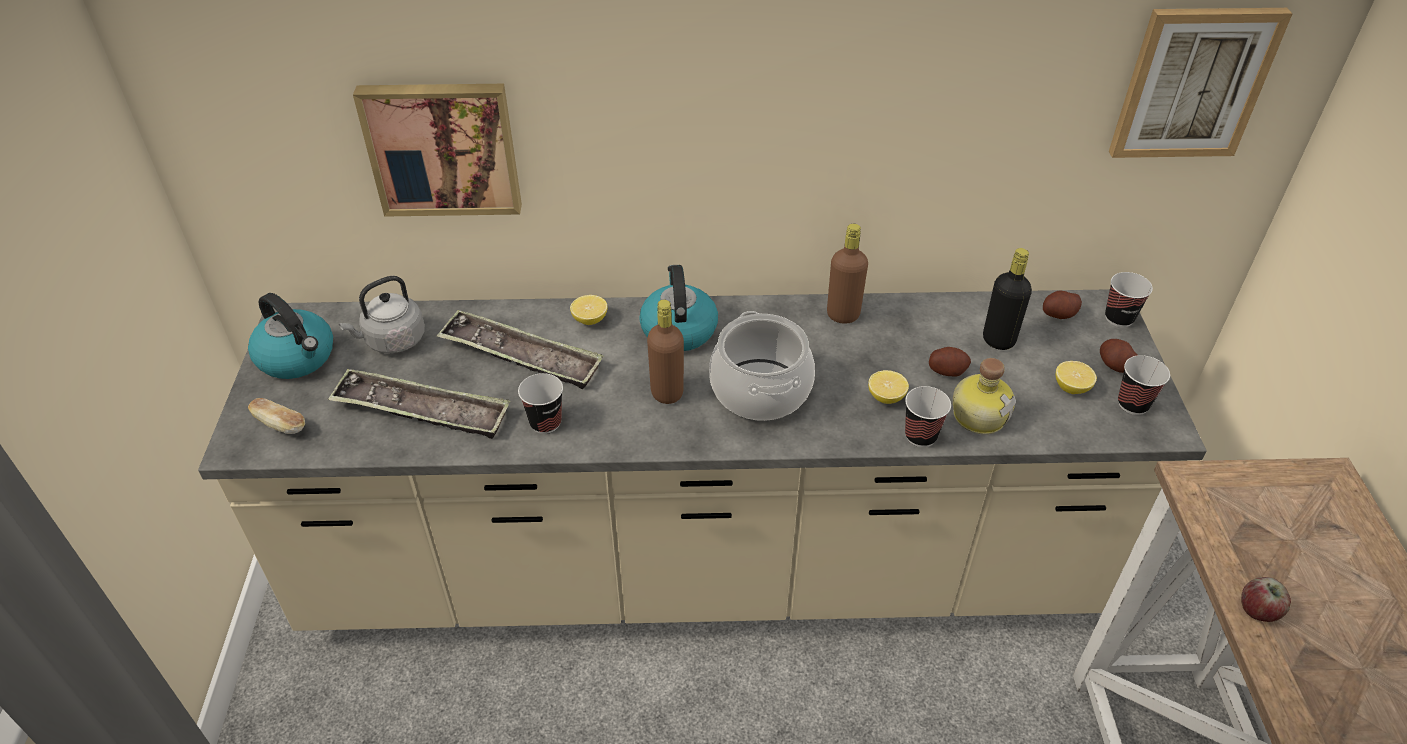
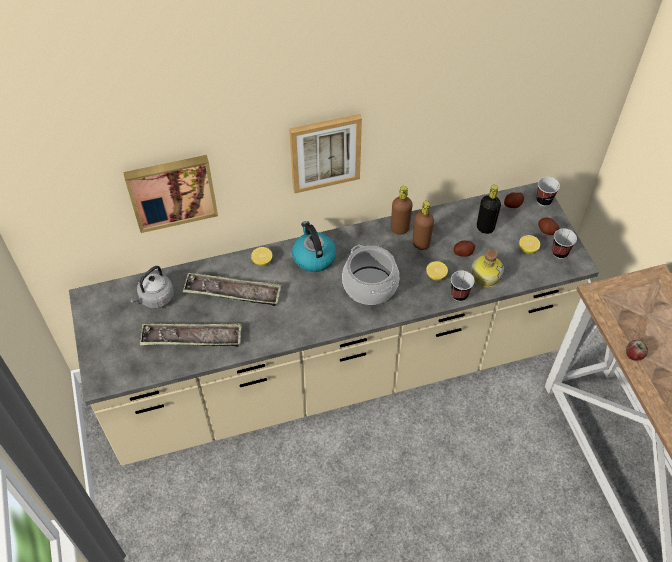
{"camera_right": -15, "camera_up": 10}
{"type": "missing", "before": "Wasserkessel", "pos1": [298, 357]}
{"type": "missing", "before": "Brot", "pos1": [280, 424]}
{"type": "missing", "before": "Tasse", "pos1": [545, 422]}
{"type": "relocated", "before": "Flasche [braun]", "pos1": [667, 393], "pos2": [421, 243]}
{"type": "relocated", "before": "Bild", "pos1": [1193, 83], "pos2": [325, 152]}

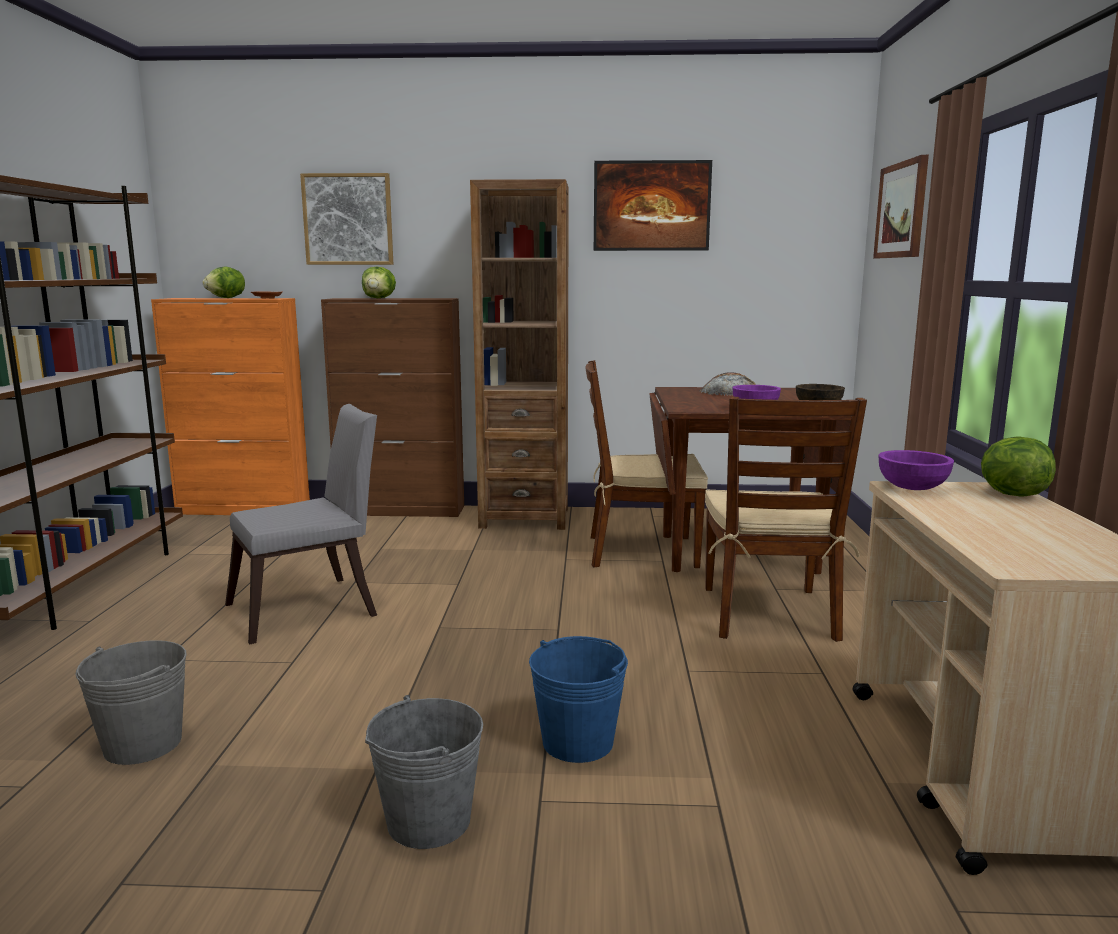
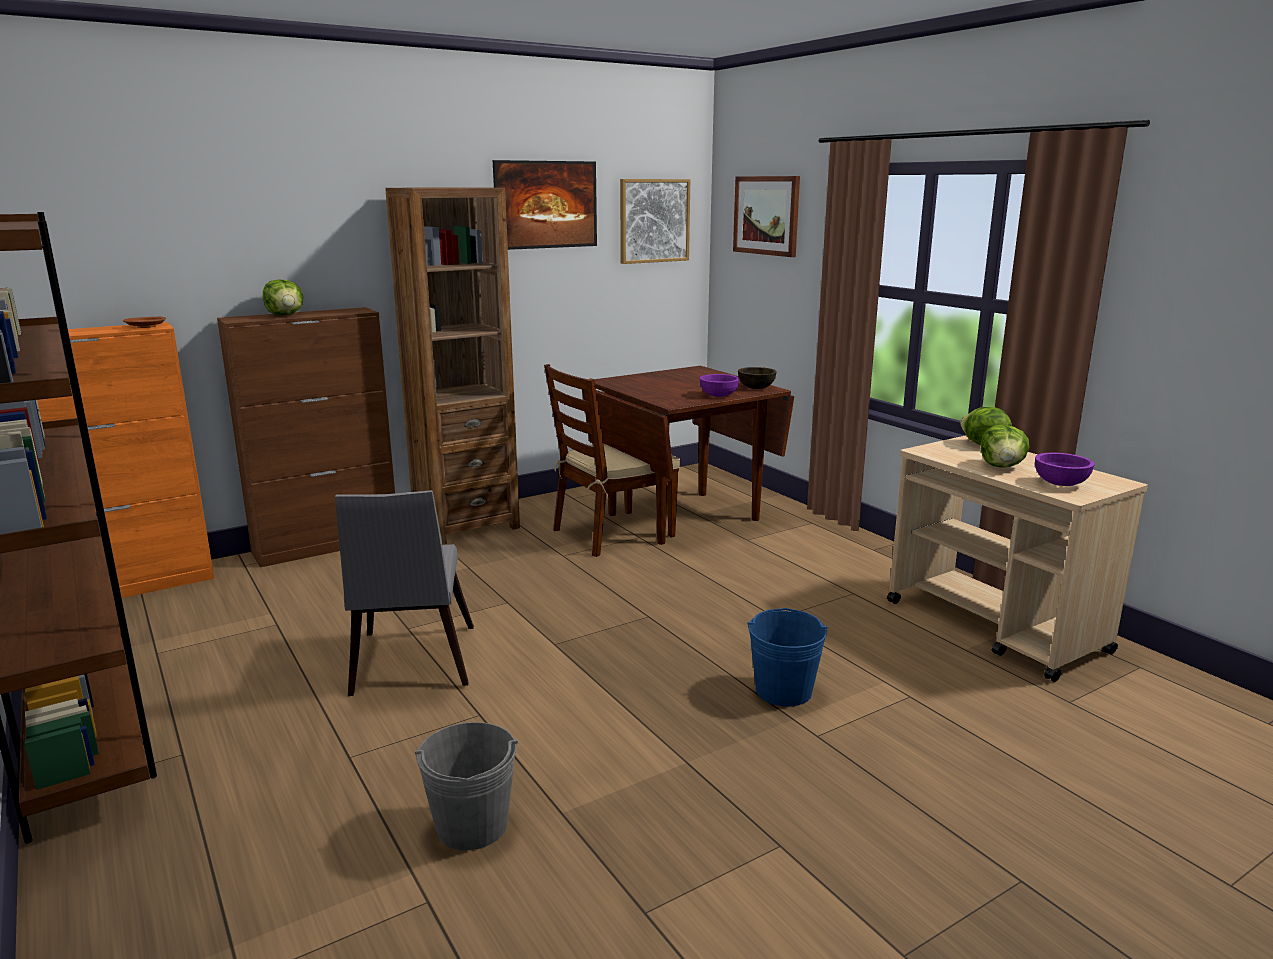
{"camera_right": -35, "camera_up": 5}
{"type": "missing", "before": "Eimer [grau]", "pos1": [428, 821]}
{"type": "missing", "before": "Brot", "pos1": [729, 391]}
{"type": "missing", "before": "Stuhl [braun]", "pos1": [768, 613]}
{"type": "relocated", "before": "Salatkopf", "pos1": [227, 298], "pos2": [1002, 466]}
{"type": "relocated", "before": "Bild", "pos1": [348, 219], "pos2": [654, 221]}
{"type": "relocated", "before": "Schüssel [lila]", "pos1": [912, 488], "pos2": [1060, 483]}
{"type": "spun", "before": "Stuhl [grau]", "pos1": [311, 608], "pos2": [411, 665], "turn": 150}

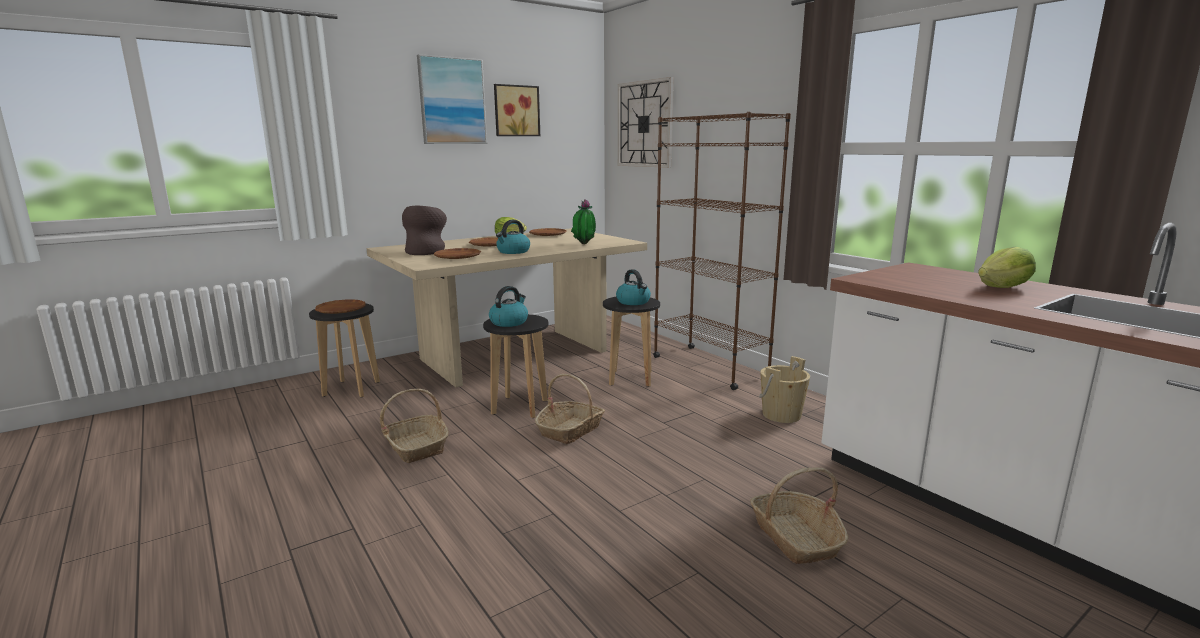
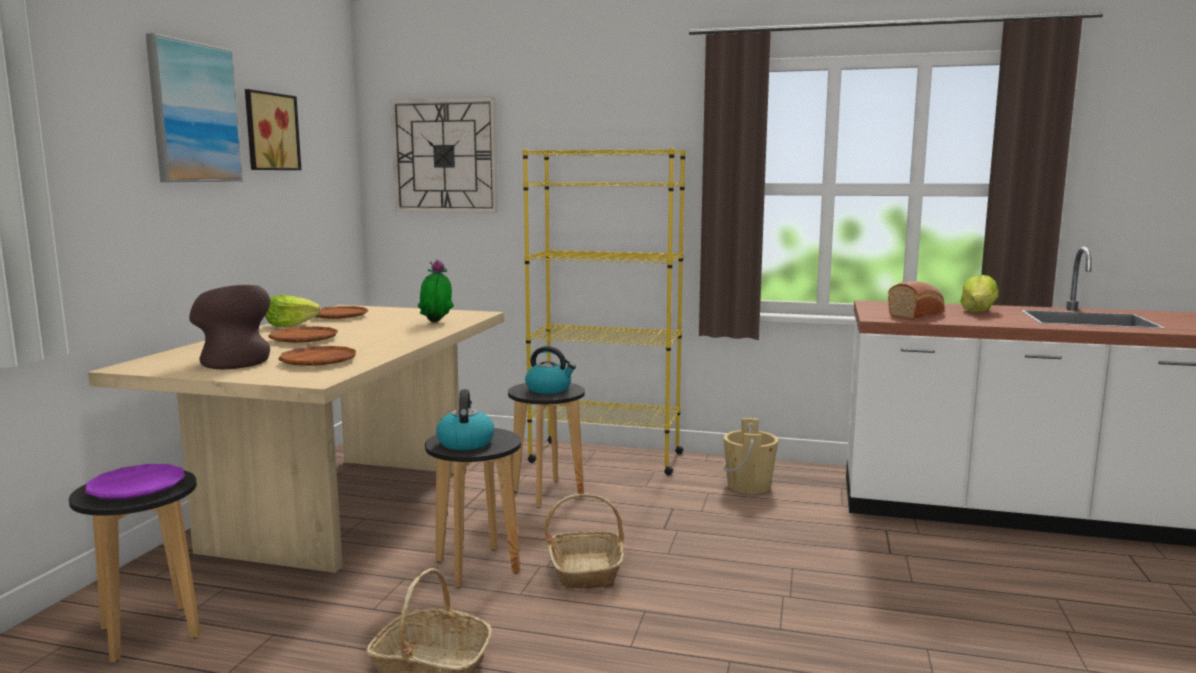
{"camera_right": -40, "camera_up": -5}
{"type": "missing", "before": "Wasserkessel", "pos1": [513, 252]}
{"type": "missing", "before": "Korb", "pos1": [796, 538]}
{"type": "appeared", "after": "Brot", "pos2": [917, 314]}
{"type": "colour", "before": "Teller [braun]", "after": "Teller [lila]", "pos1": [341, 310], "pos2": [136, 488]}
{"type": "colour", "before": "Bücherregal [braun]", "after": "Bücherregal [gelb]", "pos1": [709, 366], "pos2": [605, 457]}

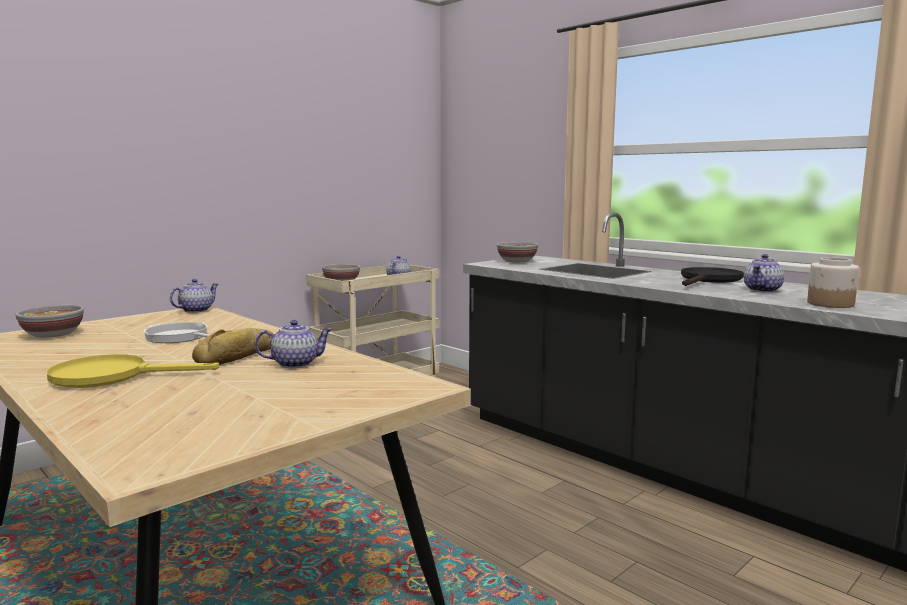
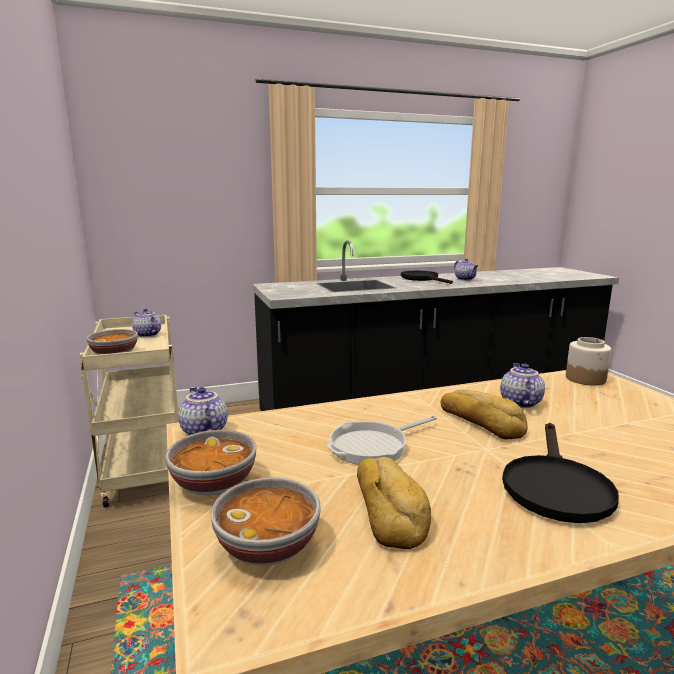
{"camera_right": -65, "camera_up": 5}
{"type": "appeared", "after": "Brot", "pos2": [390, 508]}
{"type": "relocated", "before": "Schüssel", "pos1": [516, 261], "pos2": [213, 483]}
{"type": "relocated", "before": "Vorratsglas", "pos1": [831, 304], "pos2": [585, 379]}
{"type": "colour", "before": "Pfanne [gelb]", "after": "Pfanne [schwarz]", "pos1": [113, 376], "pos2": [554, 485]}

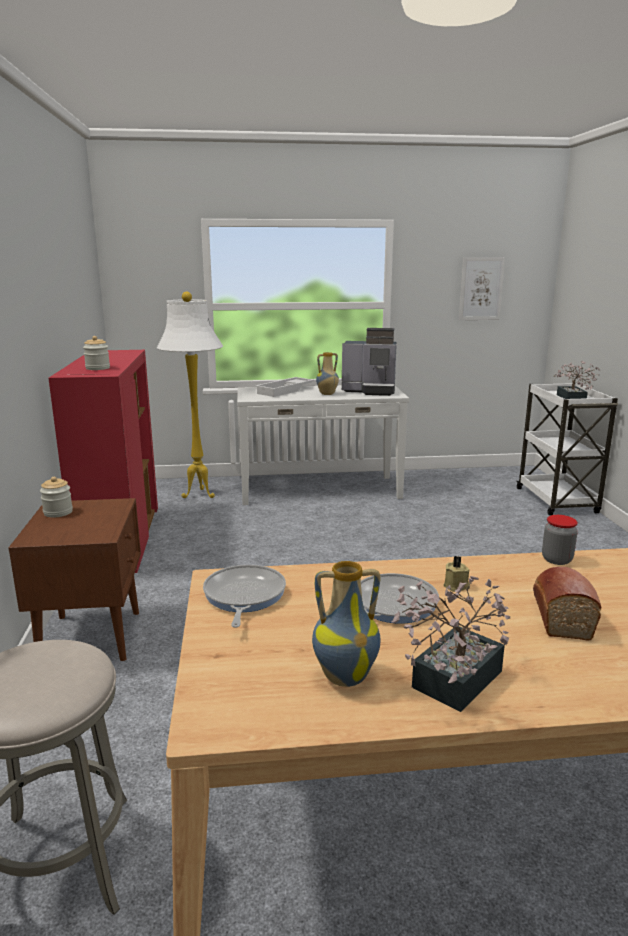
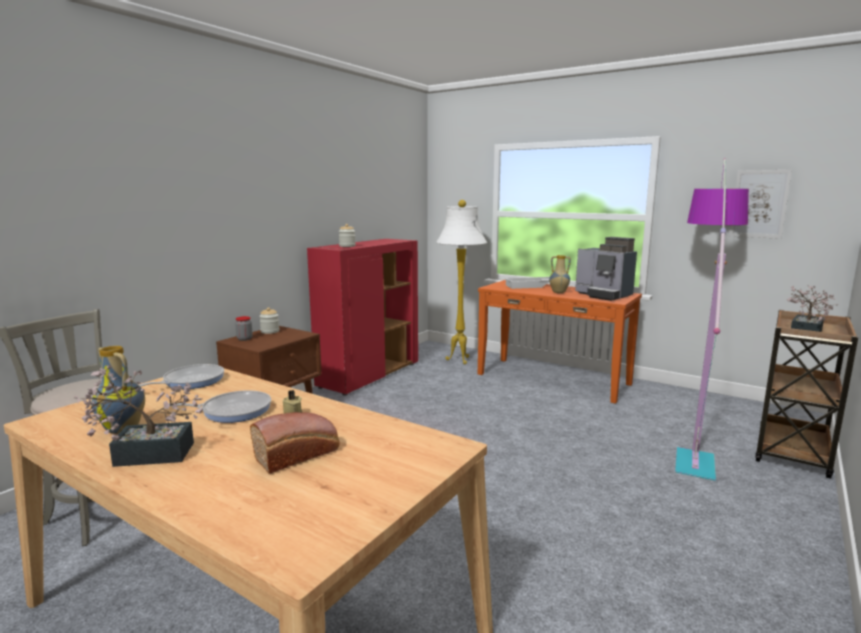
{"camera_right": 40, "camera_up": -5}
{"type": "appeared", "after": "Stehlampe", "pos2": [695, 424]}
{"type": "relocated", "before": "Vorratsglas", "pos1": [556, 559], "pos2": [244, 339]}
{"type": "colour", "before": "Konsolentisch [weiß]", "after": "Konsolentisch [orange]", "pos1": [319, 490], "pos2": [553, 379]}
{"type": "colour", "before": "Rollwagen [weiß]", "after": "Rollwagen [braun]", "pos1": [557, 501], "pos2": [792, 452]}

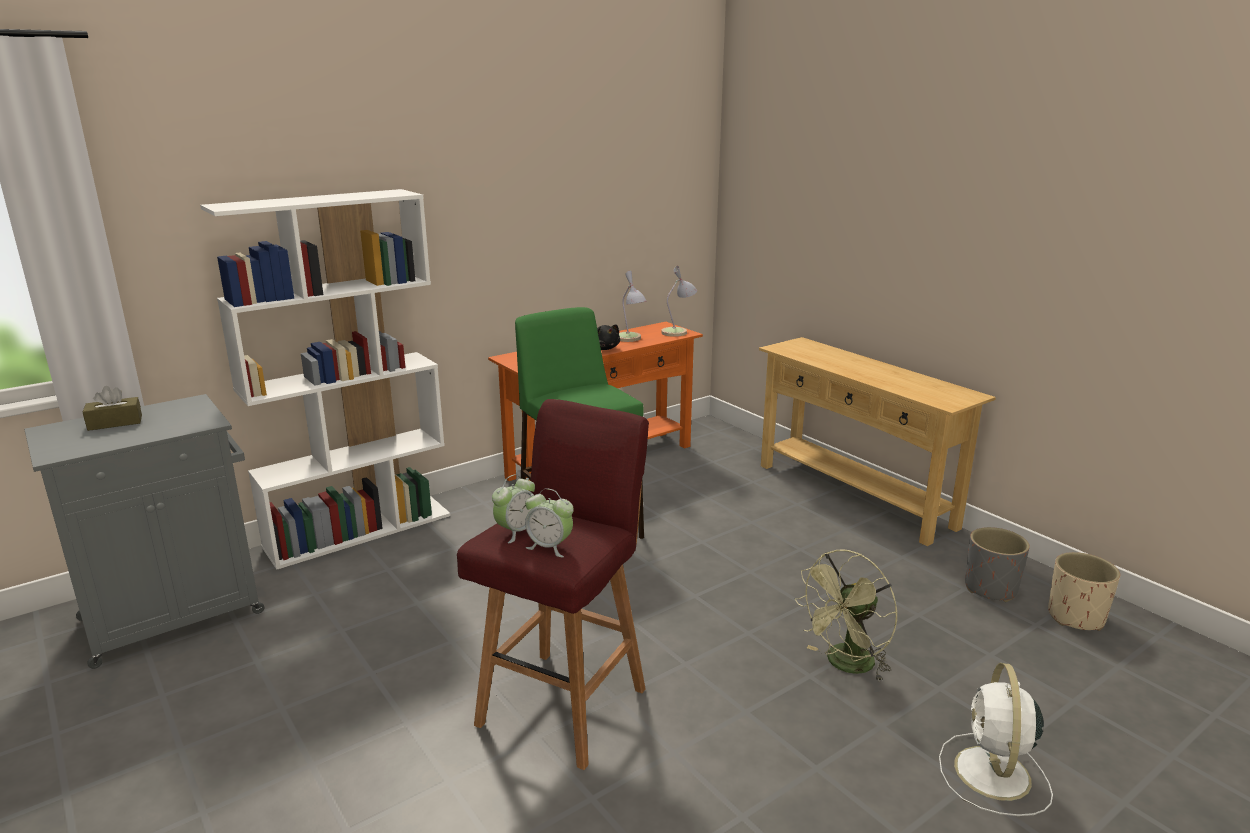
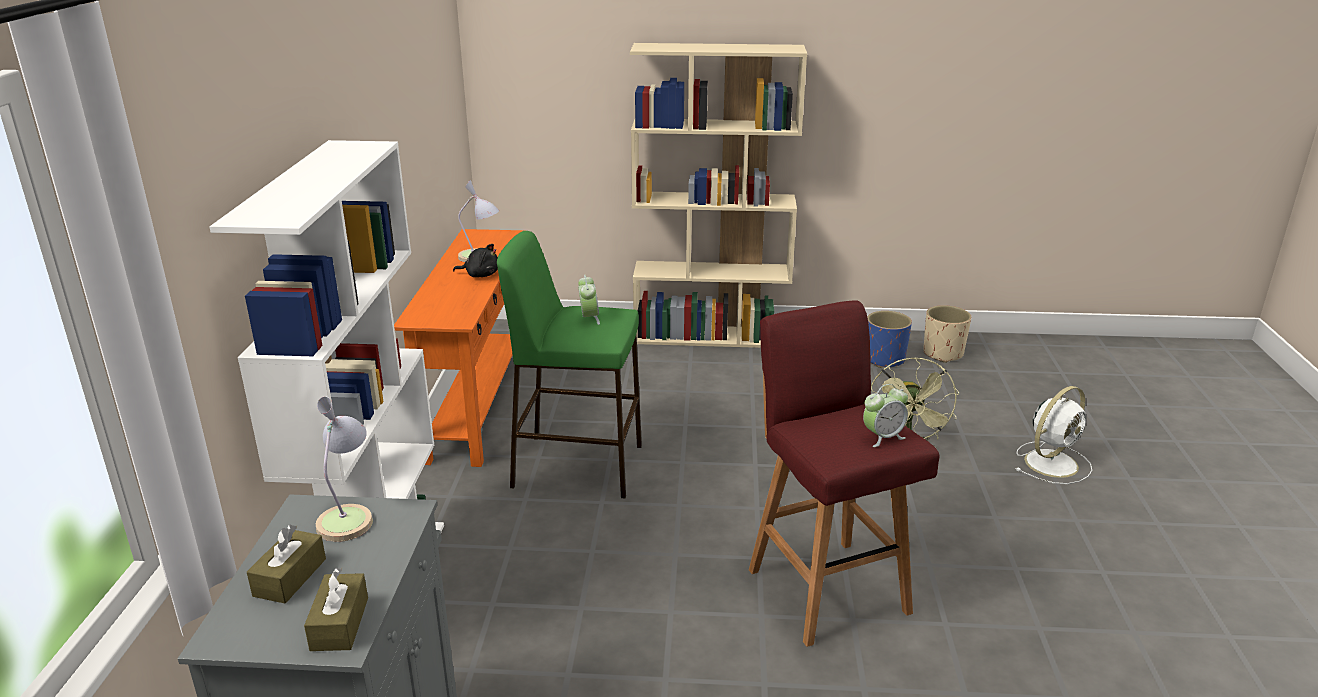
{"camera_right": -50, "camera_up": 5}
{"type": "appeared", "after": "Taschentuchbox [braun]", "pos2": [339, 624]}
{"type": "relocated", "before": "Wecker", "pos1": [516, 531], "pos2": [589, 318]}
{"type": "relocated", "before": "Tischlampe", "pos1": [678, 332], "pos2": [349, 517]}
{"type": "exchanged", "before": "Konsolentisch [beige]", "after": "Bücherregal [beige]", "pos1": [854, 495], "pos2": [711, 336]}
{"type": "colour", "before": "Pflanzkübel [grau]", "after": "Pflanzkübel [blau]", "pos1": [991, 588], "pos2": [884, 359]}
{"type": "spun", "before": "Ventilator [weiß]", "pos1": [993, 775], "pos2": [1052, 462], "turn": -90}

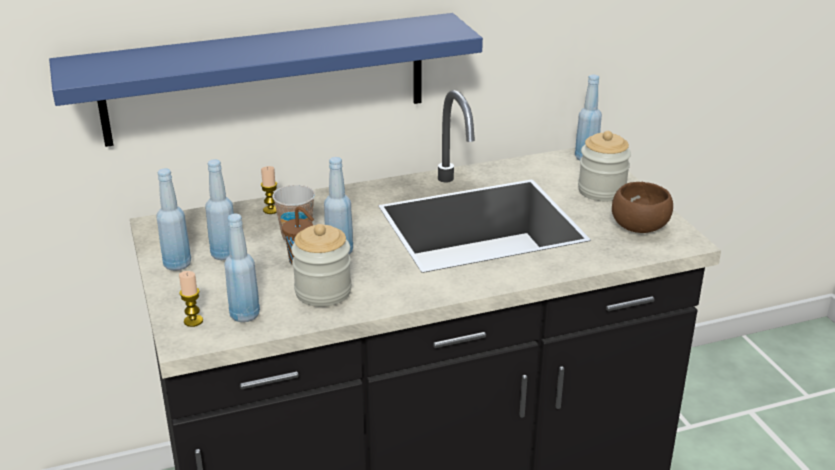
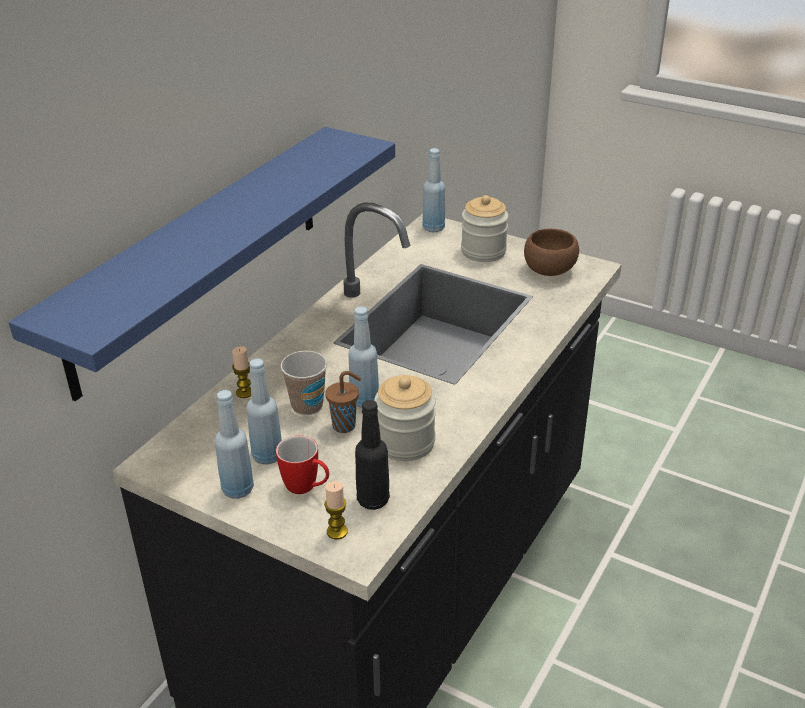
{"camera_right": -40, "camera_up": 5}
{"type": "appeared", "after": "Henkelbecher", "pos2": [307, 488]}
{"type": "colour", "before": "Flasche [blau]", "after": "Flasche [schwarz]", "pos1": [245, 315], "pos2": [373, 500]}

